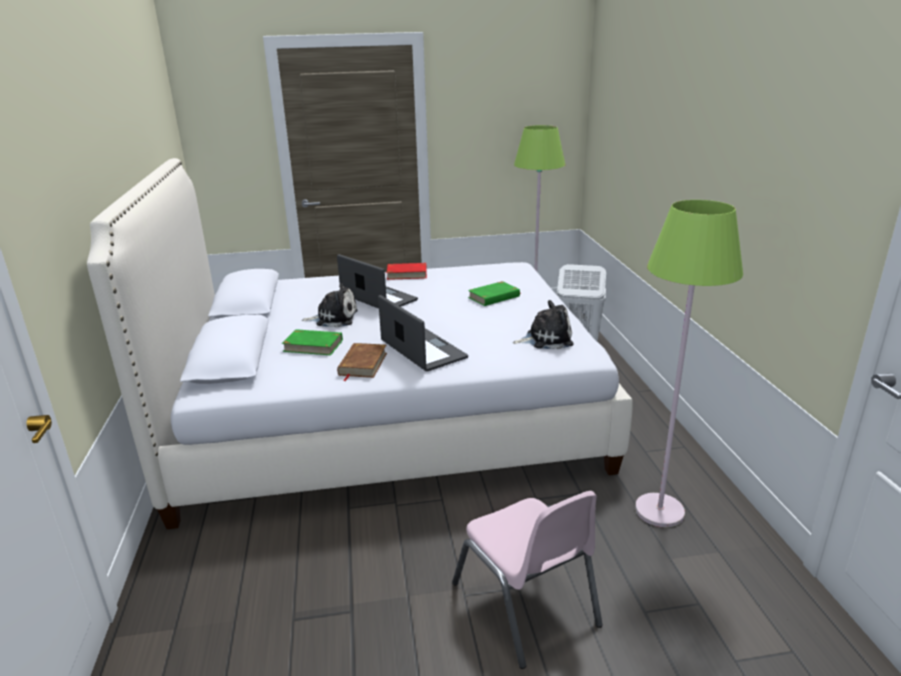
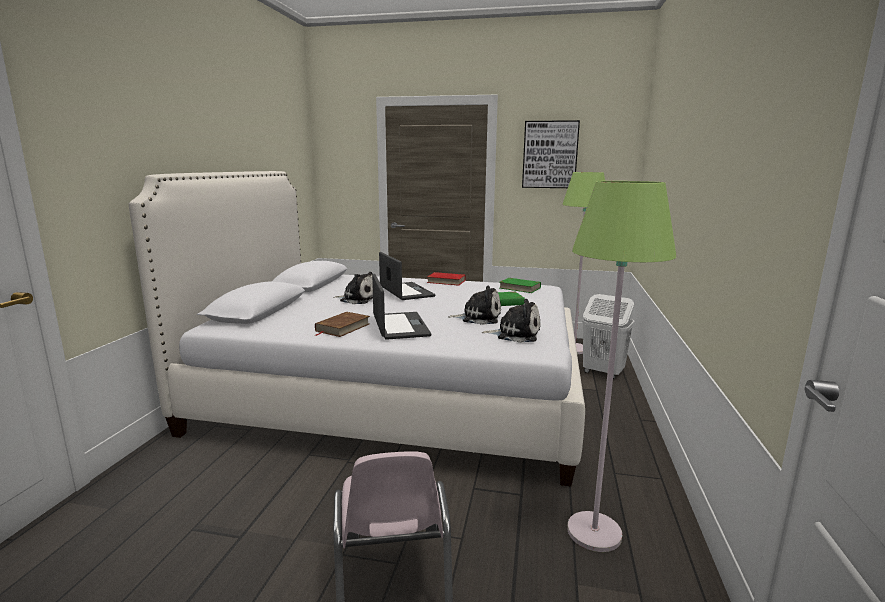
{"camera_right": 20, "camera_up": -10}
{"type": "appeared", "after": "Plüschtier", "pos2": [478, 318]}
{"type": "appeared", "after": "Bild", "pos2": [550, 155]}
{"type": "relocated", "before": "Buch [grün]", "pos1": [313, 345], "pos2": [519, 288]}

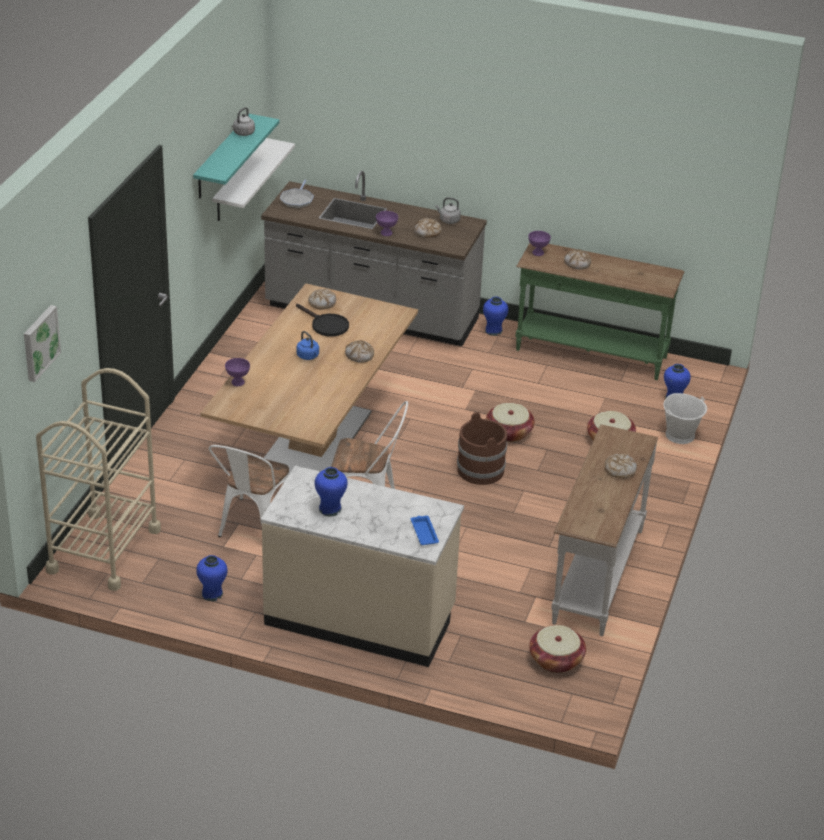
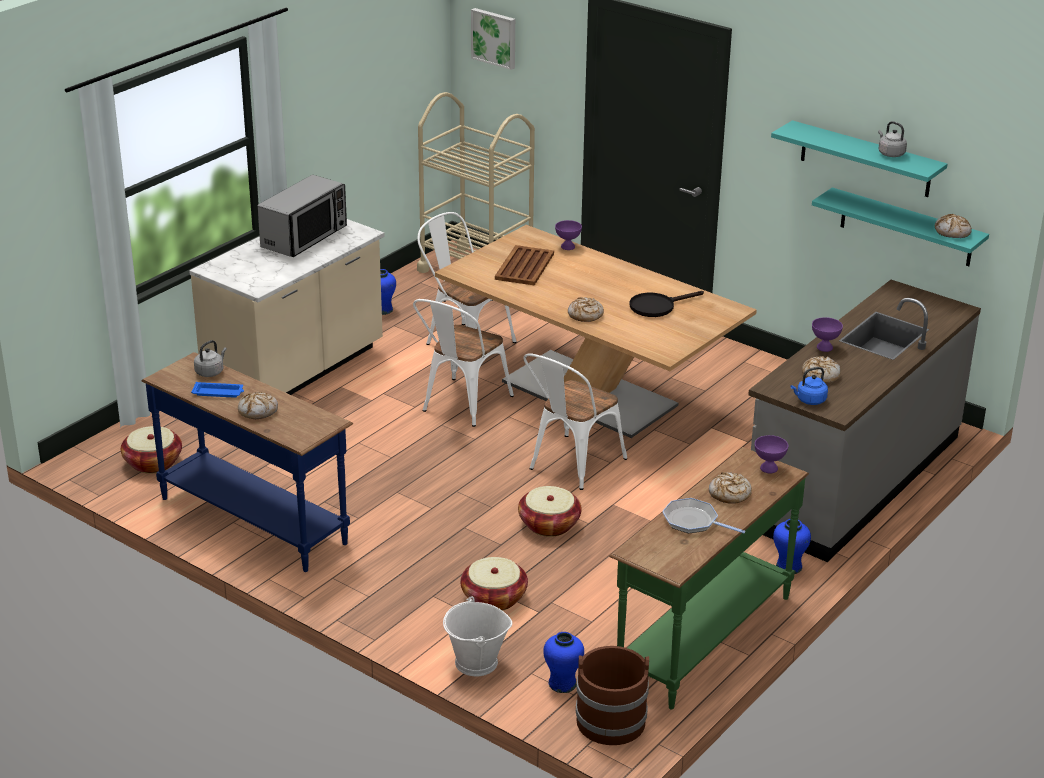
{"camera_right": 110, "camera_up": -5}
{"type": "appeared", "after": "Tablett [braun]", "pos2": [524, 267]}
{"type": "appeared", "after": "Stuhl [weiß]", "pos2": [571, 466]}
{"type": "relocated", "before": "Pfanne", "pos1": [297, 200], "pos2": [693, 521]}
{"type": "relocated", "before": "Wasserkessel [blau]", "pos1": [308, 356], "pos2": [809, 400]}
{"type": "relocated", "before": "Brot", "pos1": [322, 303], "pos2": [952, 232]}
{"type": "relocated", "before": "Tablett [blau]", "pos1": [424, 532], "pos2": [219, 393]}
{"type": "relocated", "before": "Wasserkessel [grau]", "pos1": [448, 220], "pos2": [210, 372]}
{"type": "relocated", "before": "Eimer [braun]", "pos1": [481, 470], "pos2": [610, 721]}
{"type": "exchanged", "before": "Vase [blau]", "after": "Mikrowelle", "pos1": [330, 509], "pos2": [304, 237]}
{"type": "colour", "before": "Wandregal [weiß]", "after": "Wandregal [türkis]", "pos1": [239, 180], "pos2": [906, 228]}
{"type": "colour", "before": "Konsolentisch [weiß]", "after": "Konsolentisch [blau]", "pos1": [596, 575], "pos2": [255, 519]}

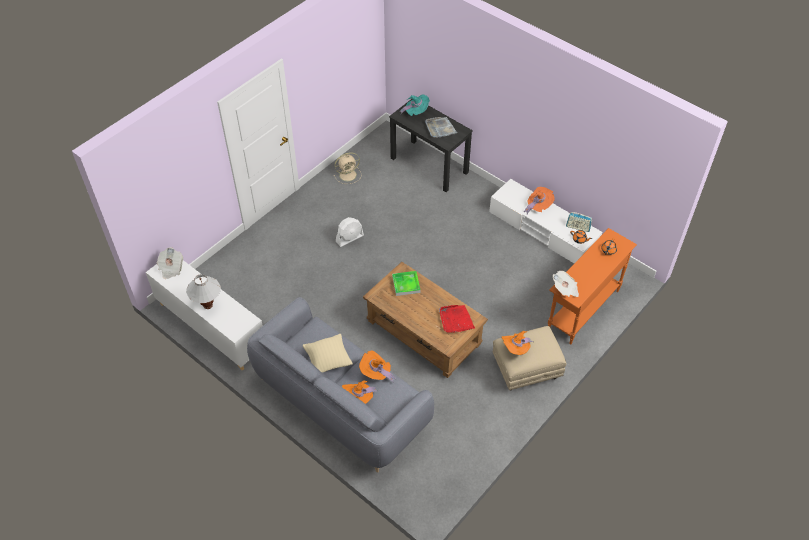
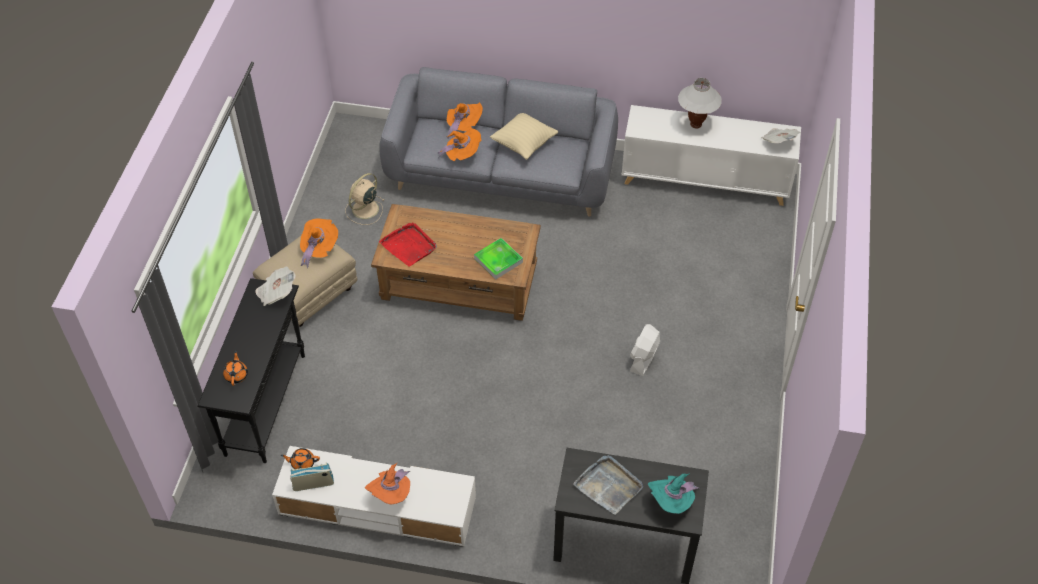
{"camera_right": 150, "camera_up": 0}
{"type": "relocated", "before": "Ventilator [beige]", "pos1": [348, 174], "pos2": [364, 210]}
{"type": "colour", "before": "Konsolentisch [orange]", "after": "Konsolentisch [schwarz]", "pos1": [583, 310], "pos2": [266, 404]}

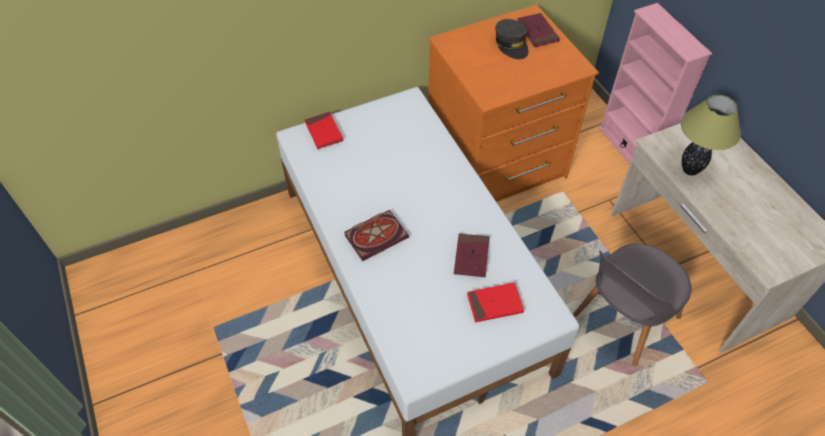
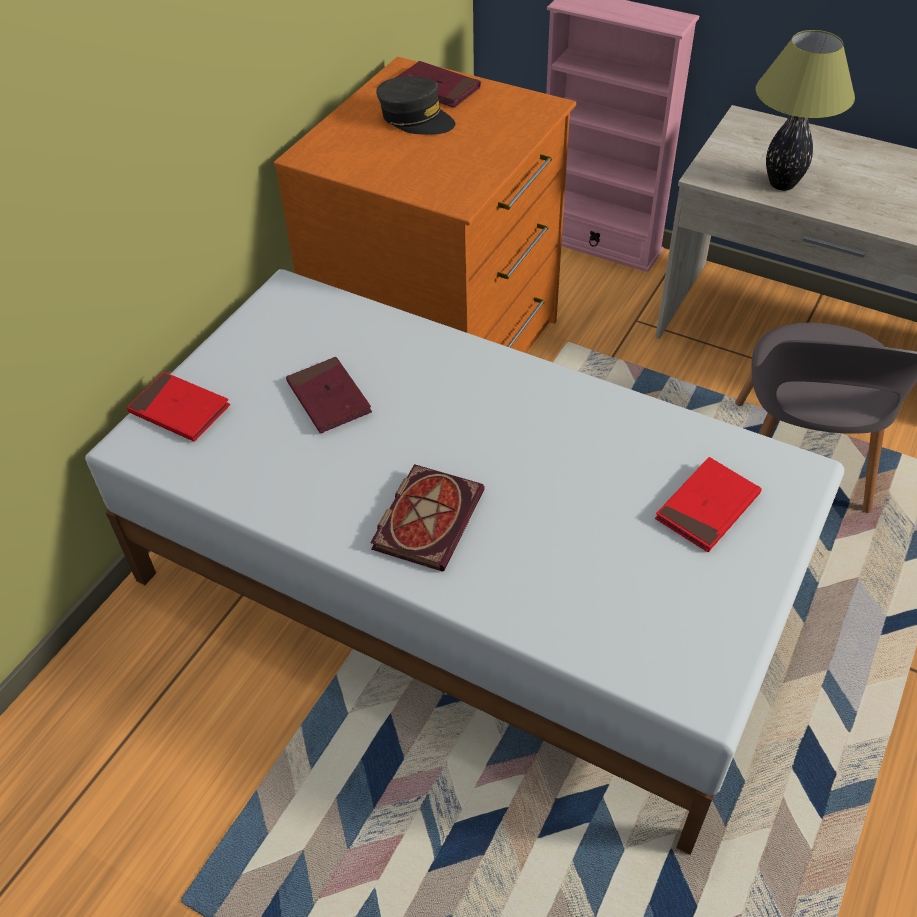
{"camera_right": -35, "camera_up": -5}
{"type": "relocated", "before": "Buch [rot]", "pos1": [471, 256], "pos2": [329, 398]}

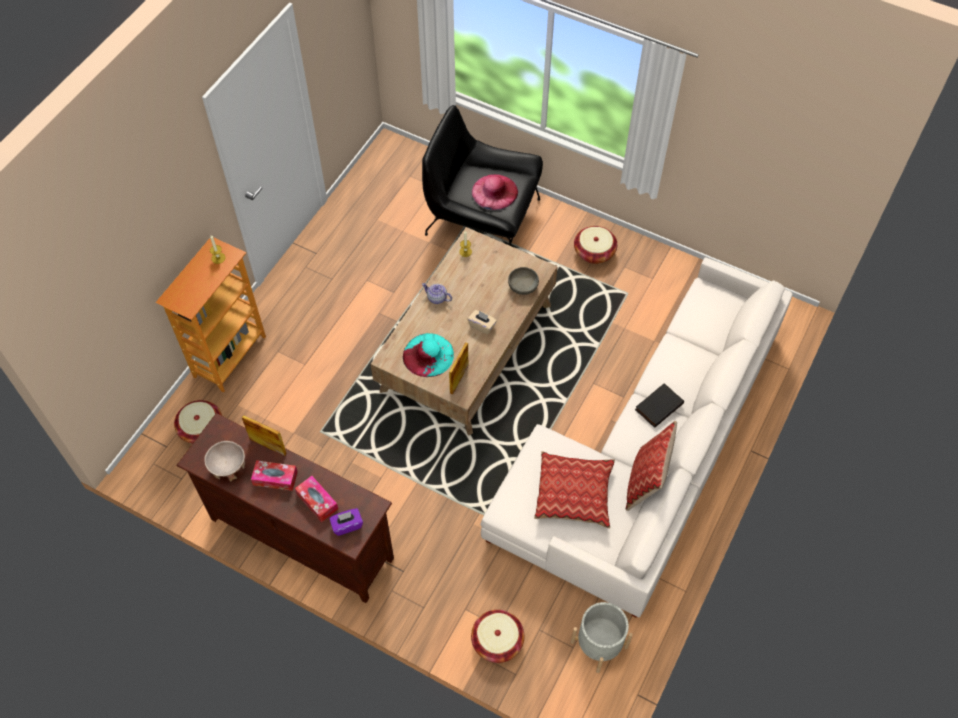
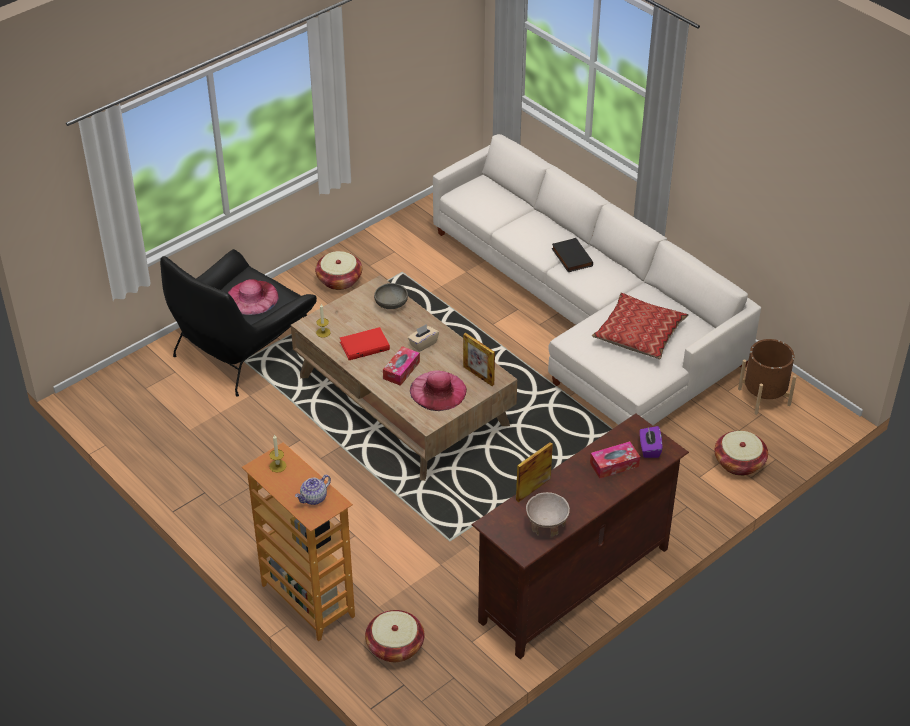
{"camera_right": -70, "camera_up": -15}
{"type": "missing", "before": "Kissen", "pos1": [645, 482]}
{"type": "appeared", "after": "Buch [rot]", "pos2": [364, 345]}
{"type": "relocated", "before": "Taschentuchbox", "pos1": [275, 478], "pos2": [401, 370]}
{"type": "relocated", "before": "Teekanne", "pos1": [436, 298], "pos2": [314, 498]}
{"type": "colour", "before": "Hut [türkis]", "after": "Hut [rosa]", "pos1": [428, 355], "pos2": [438, 390]}
{"type": "colour", "before": "Pflanzkübel [grau]", "after": "Pflanzkübel [braun]", "pos1": [599, 644], "pos2": [764, 397]}

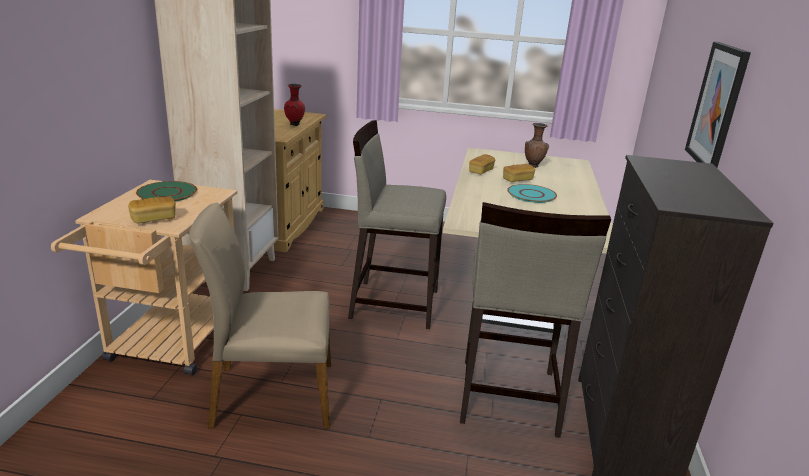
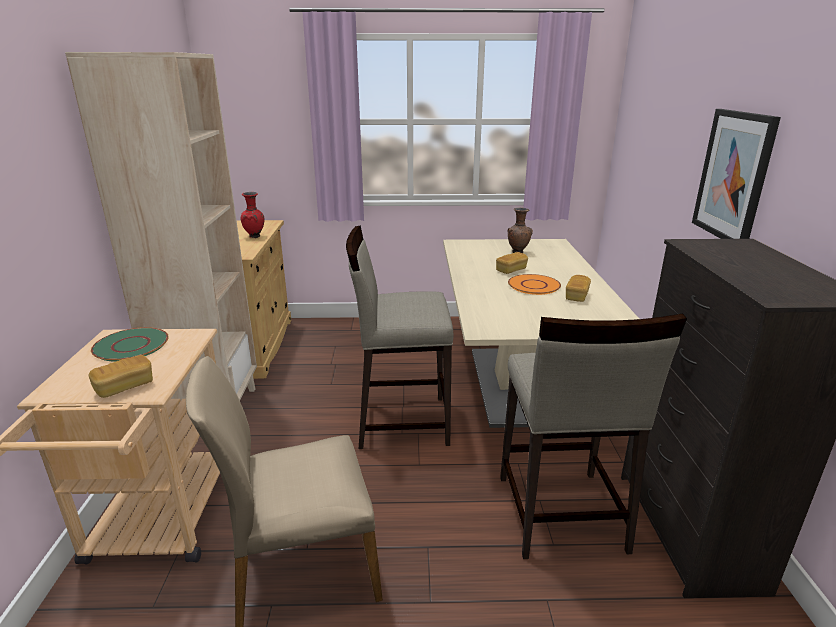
{"camera_right": -10, "camera_up": 0}
{"type": "relocated", "before": "Brot", "pos1": [481, 171], "pos2": [576, 296]}
{"type": "colour", "before": "Teller [türkis]", "after": "Teller [orange]", "pos1": [531, 194], "pos2": [533, 285]}

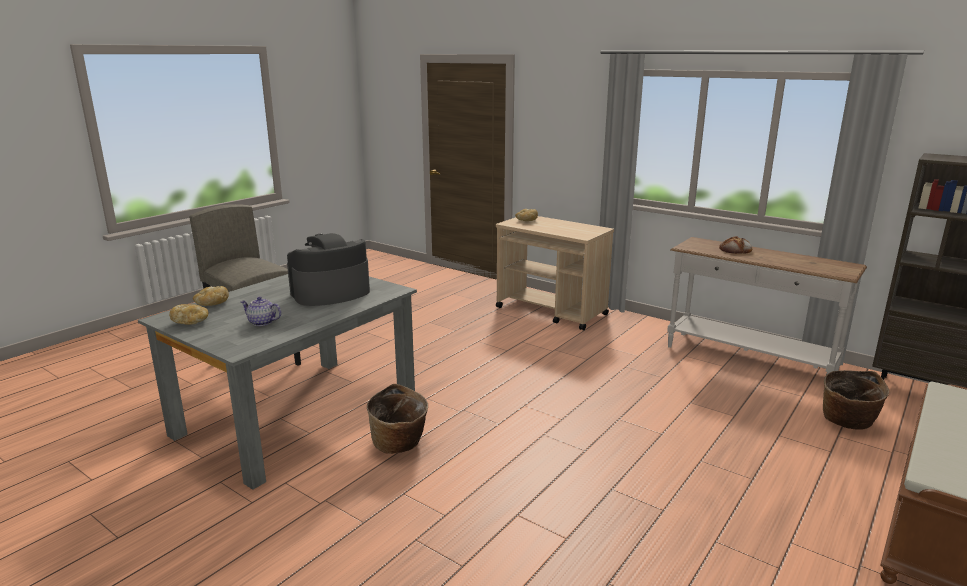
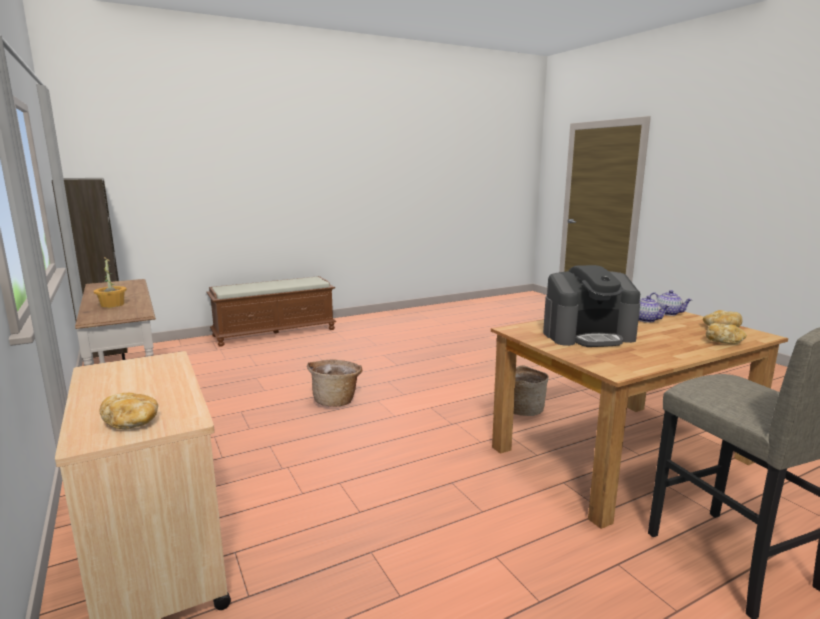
{"camera_right": -155, "camera_up": -5}
{"type": "appeared", "after": "Teekanne", "pos2": [668, 313]}
{"type": "relocated", "before": "Korb", "pos1": [847, 422], "pos2": [336, 400]}
{"type": "exchanged", "before": "Brot", "after": "Topfpflanze", "pos1": [735, 250], "pos2": [112, 305]}
{"type": "colour", "before": "Esstisch [grau]", "after": "Esstisch [braun]", "pos1": [297, 415], "pos2": [621, 453]}

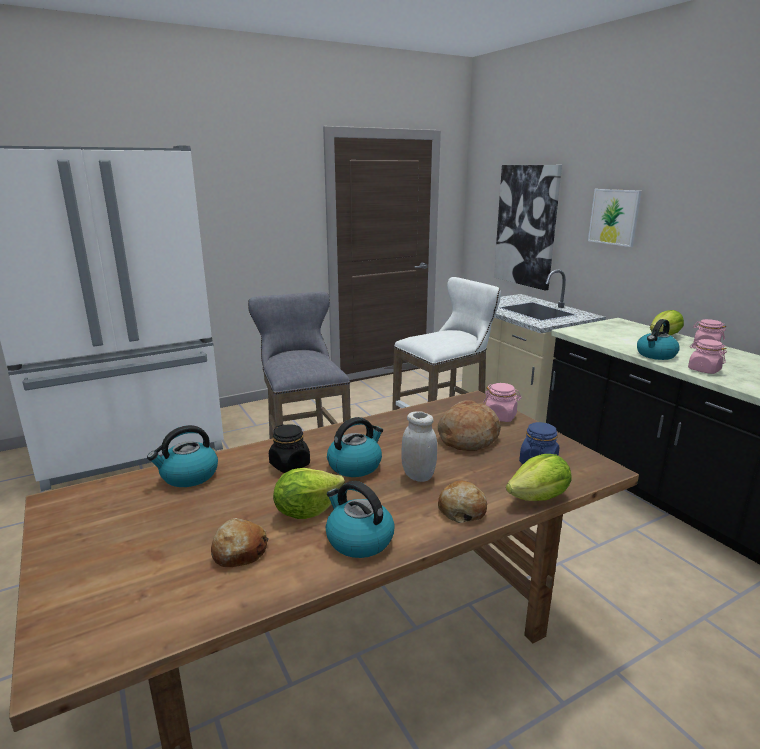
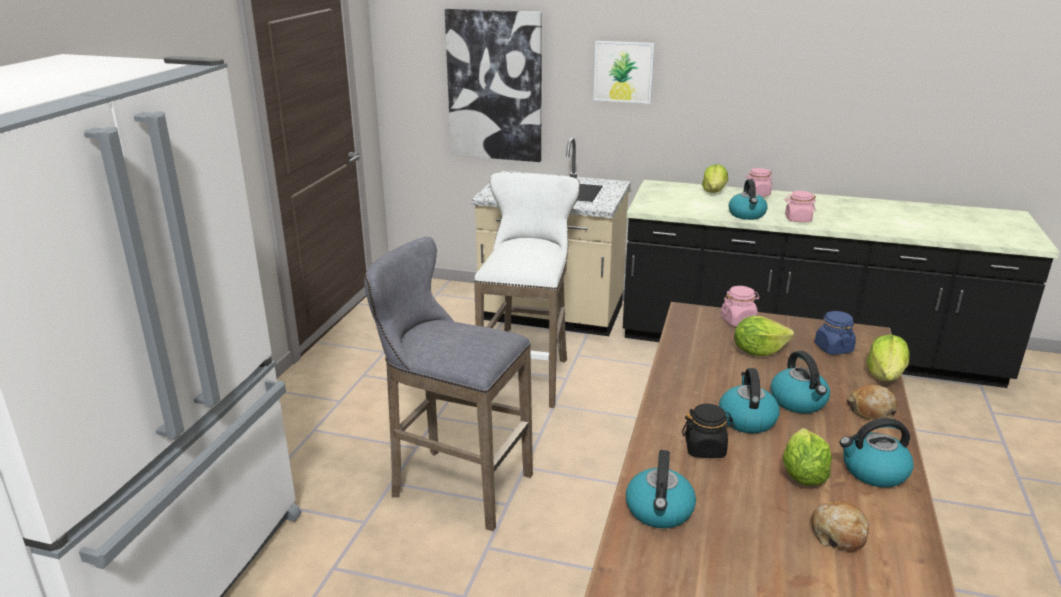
{"camera_right": -45, "camera_up": 5}
{"type": "exchanged", "before": "Vorratsglas [weiß]", "after": "Wasserkessel", "pos1": [418, 476], "pos2": [799, 402]}
{"type": "exchanged", "before": "Brot", "after": "Salatkopf", "pos1": [467, 438], "pos2": [758, 351]}

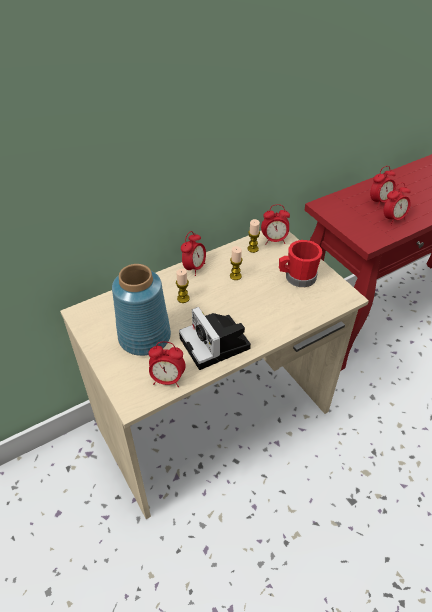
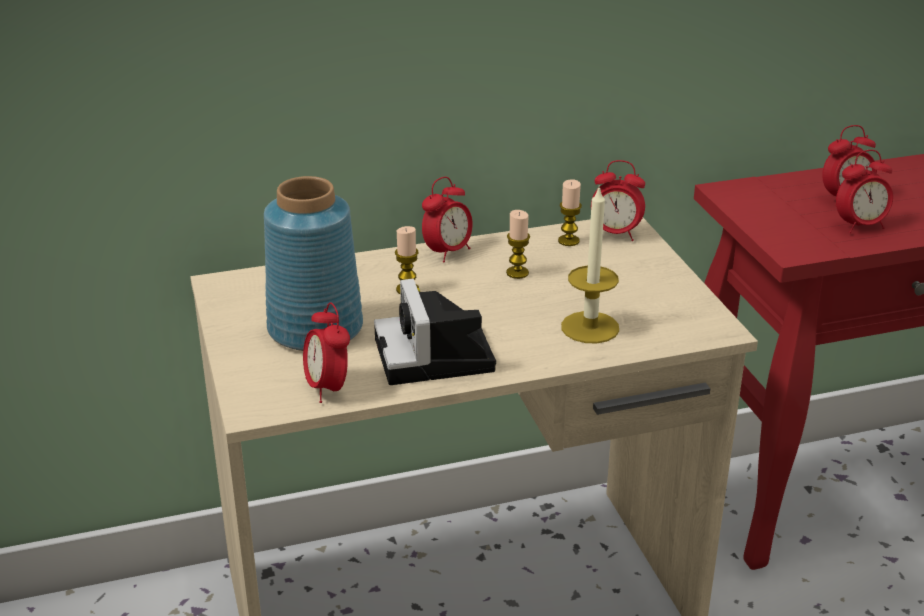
{"camera_right": 15, "camera_up": -15}
{"type": "missing", "before": "Henkelbecher [rot]", "pos1": [297, 277]}
{"type": "appeared", "after": "Kerze", "pos2": [590, 327]}
{"type": "spun", "before": "Wecker", "pos1": [167, 379], "pos2": [328, 388], "turn": 45}

